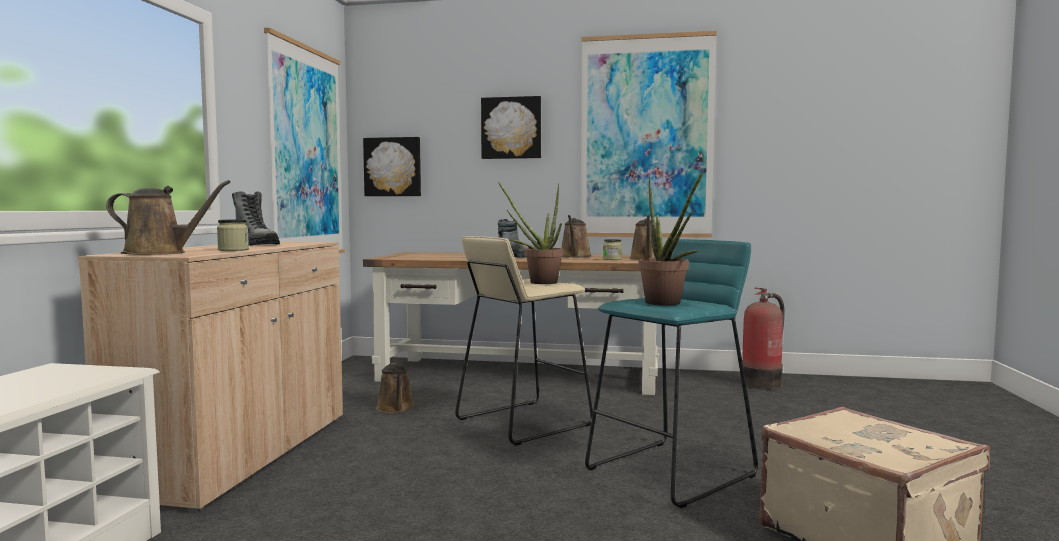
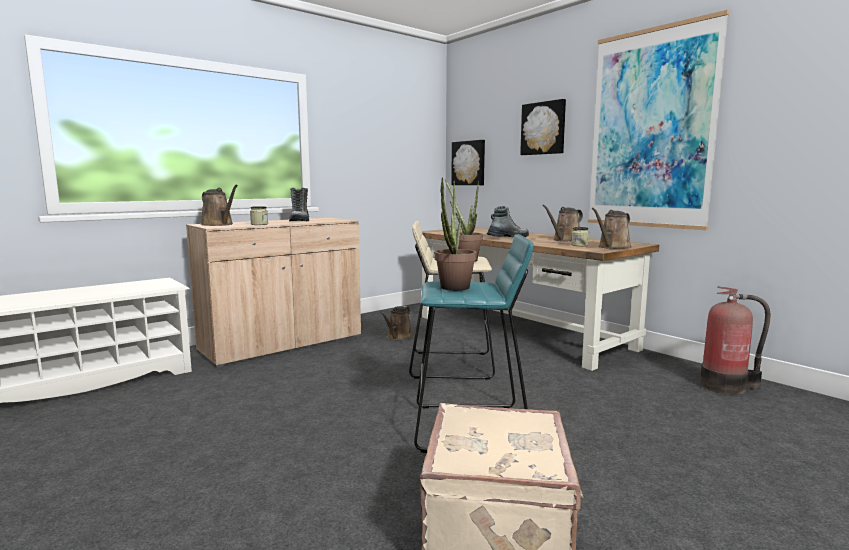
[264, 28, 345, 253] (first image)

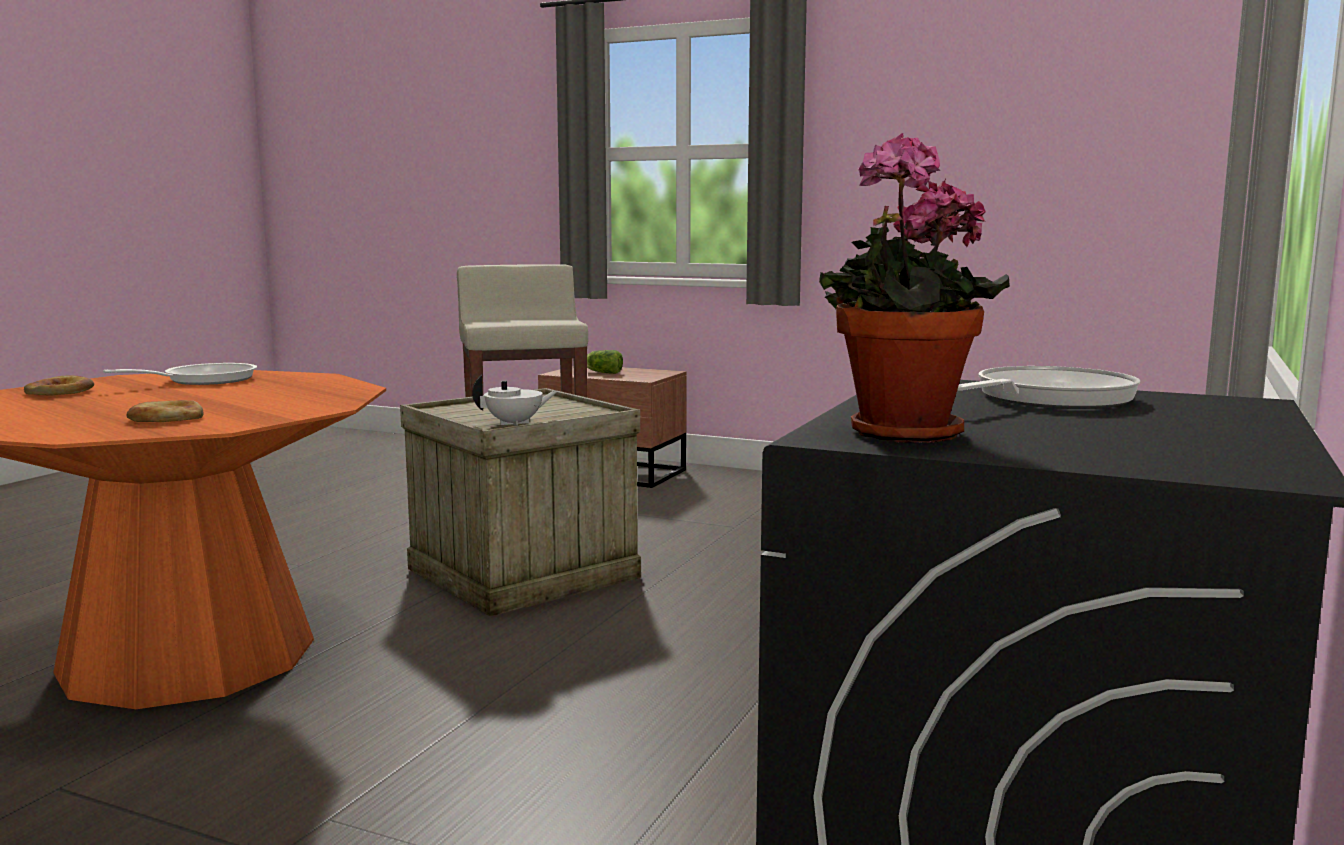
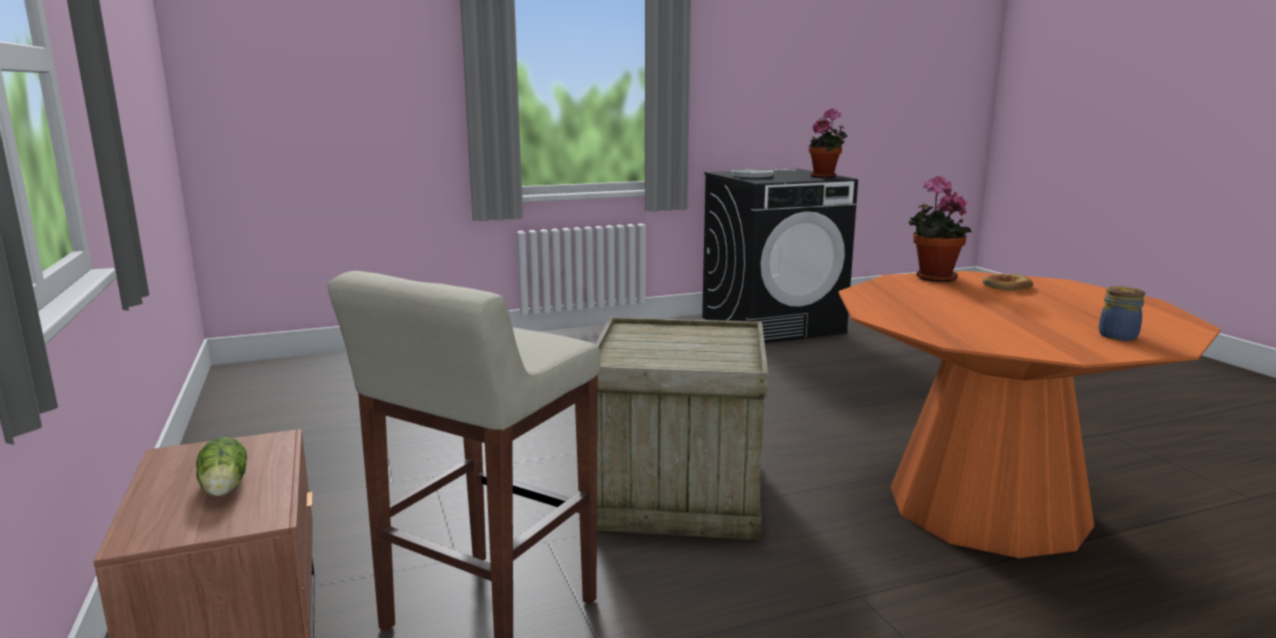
[909, 176, 972, 282]
[1099, 286, 1145, 341]
[103, 363, 257, 385] (first image)
[472, 375, 558, 426] (first image)

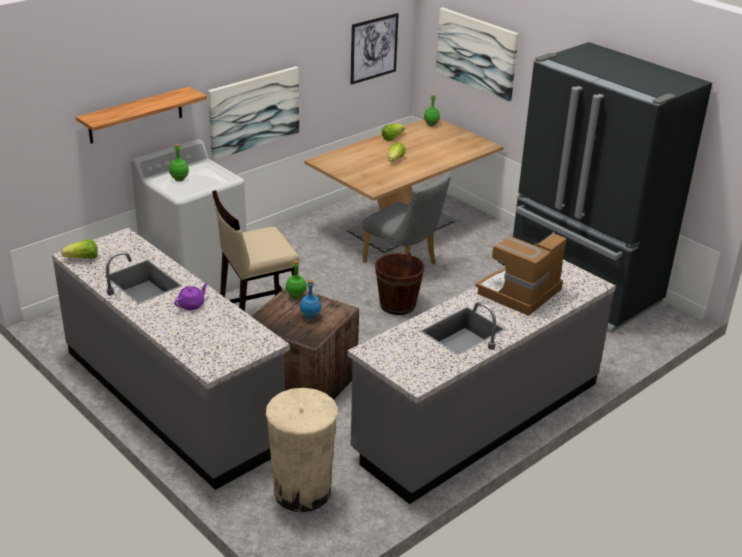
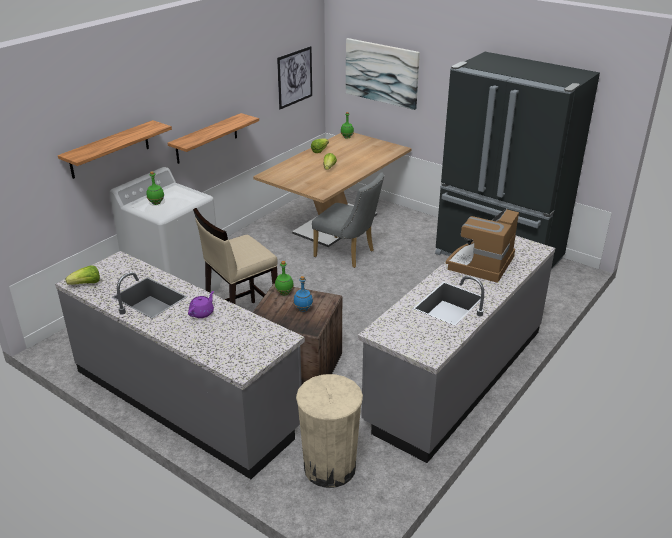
[167, 113, 259, 164]
[375, 252, 425, 315] (first image)

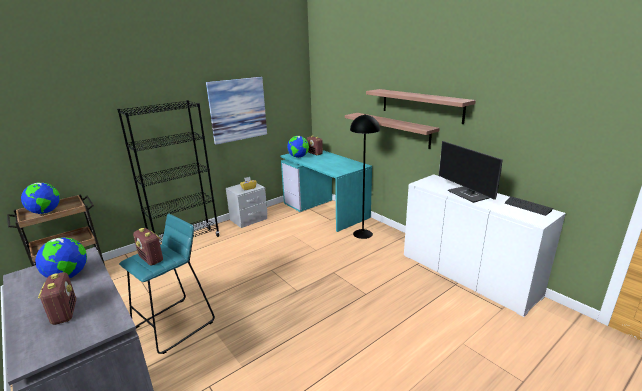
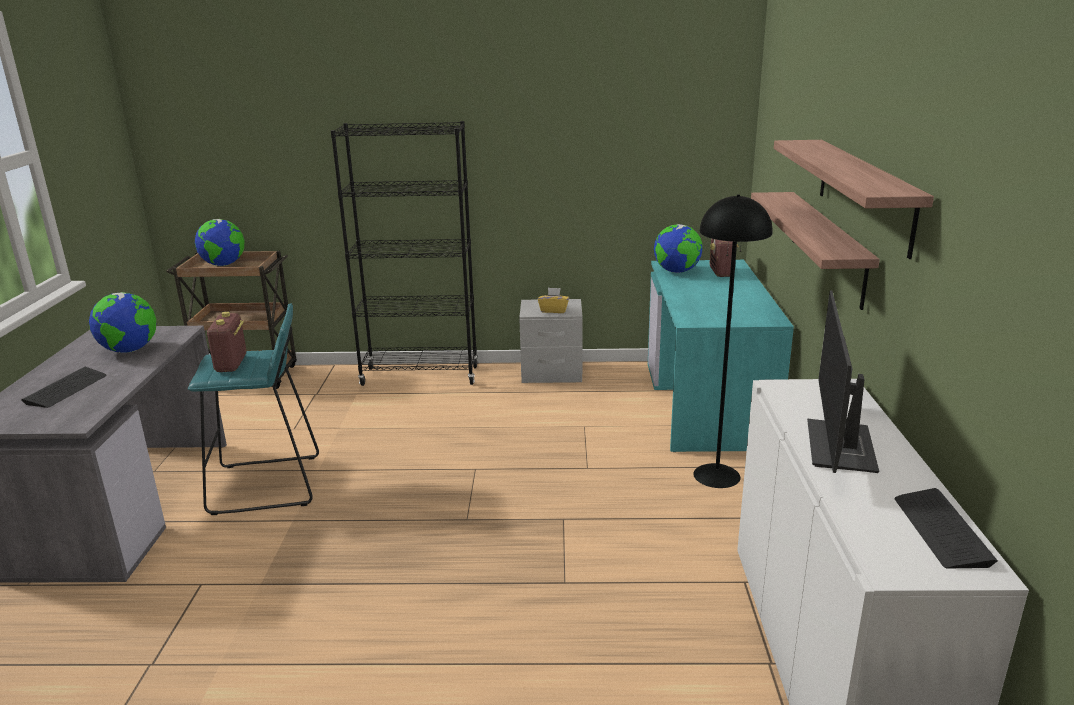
[21, 367, 107, 408]
[206, 77, 267, 145] (first image)

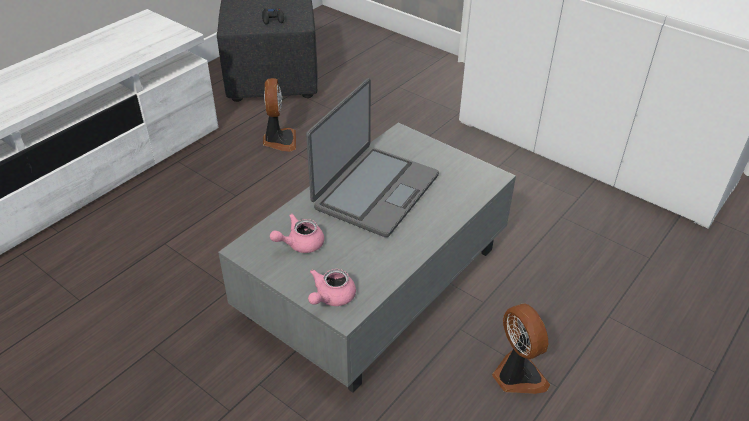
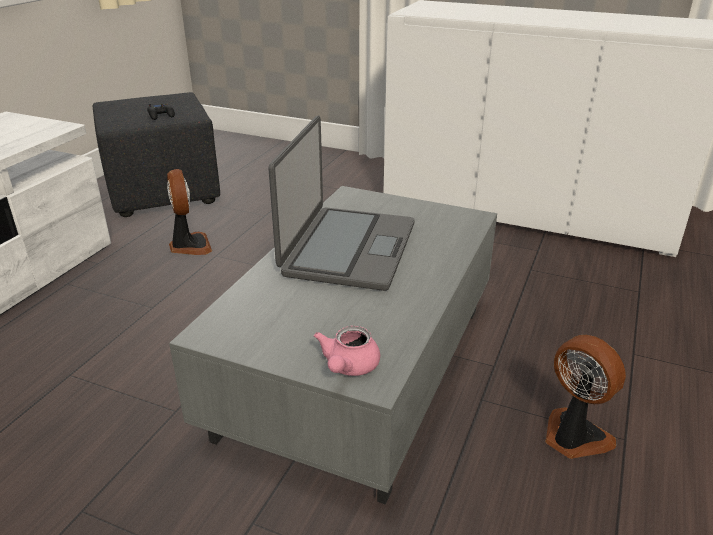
[270, 214, 324, 253] (first image)

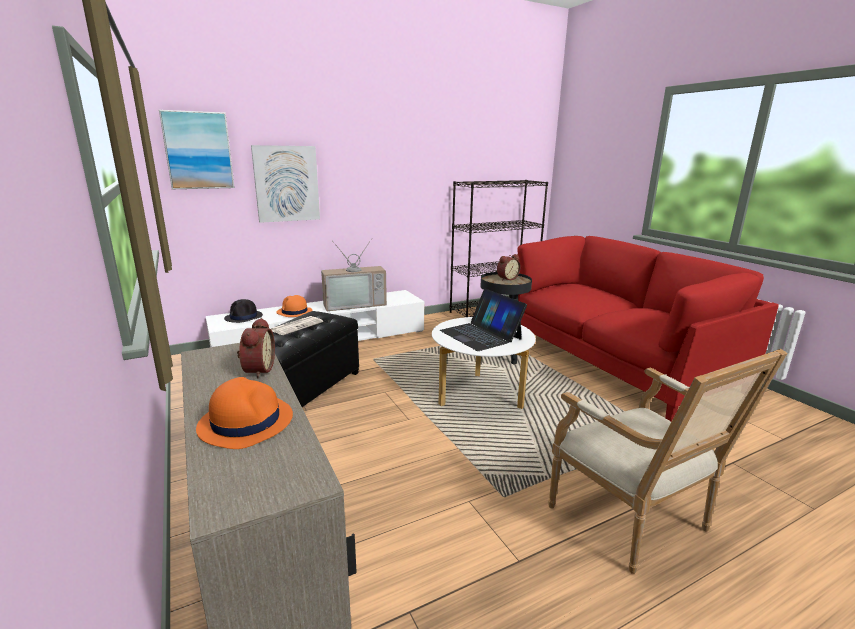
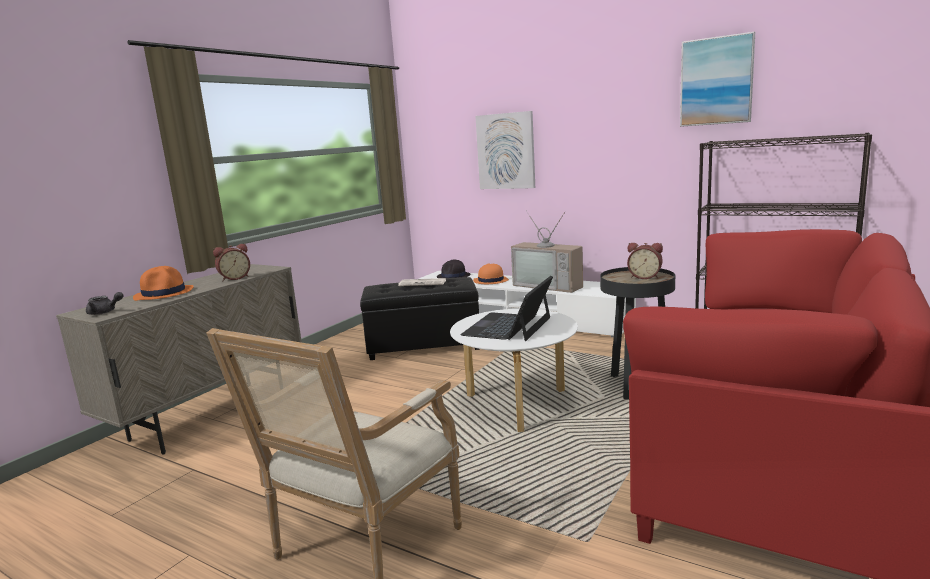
[86, 292, 123, 315]
[680, 32, 755, 127]

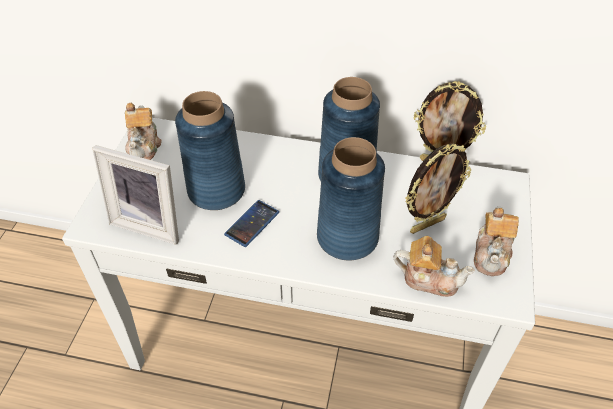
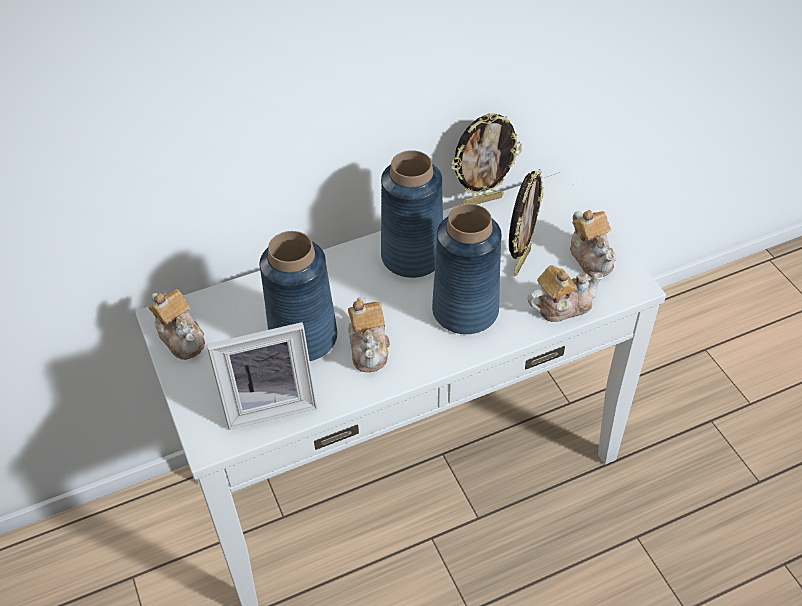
[348, 297, 390, 372]

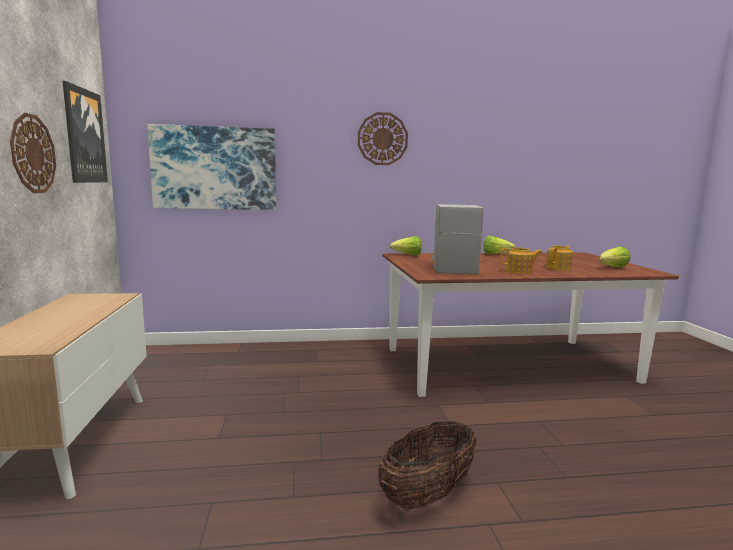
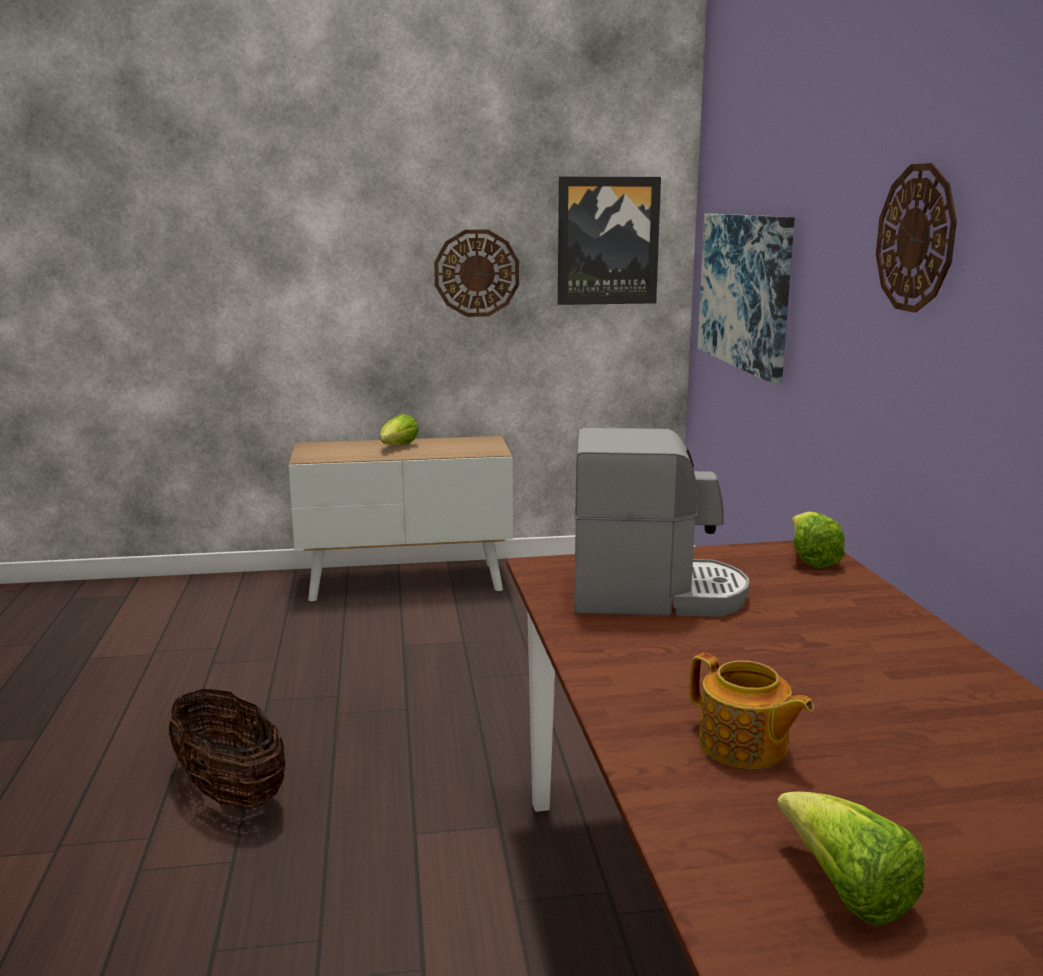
[380, 414, 419, 445]
[500, 248, 542, 274] (first image)

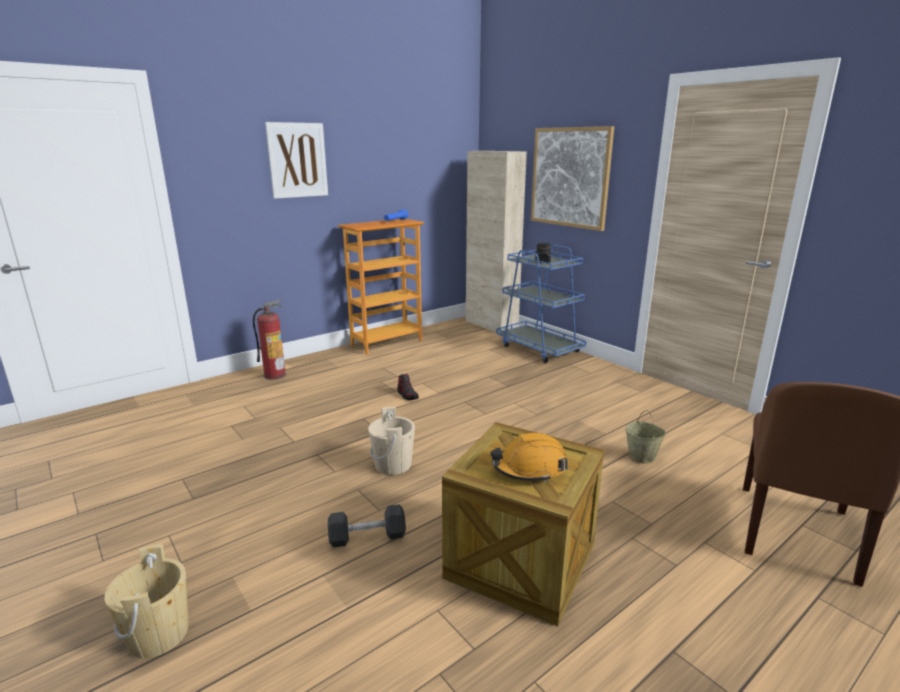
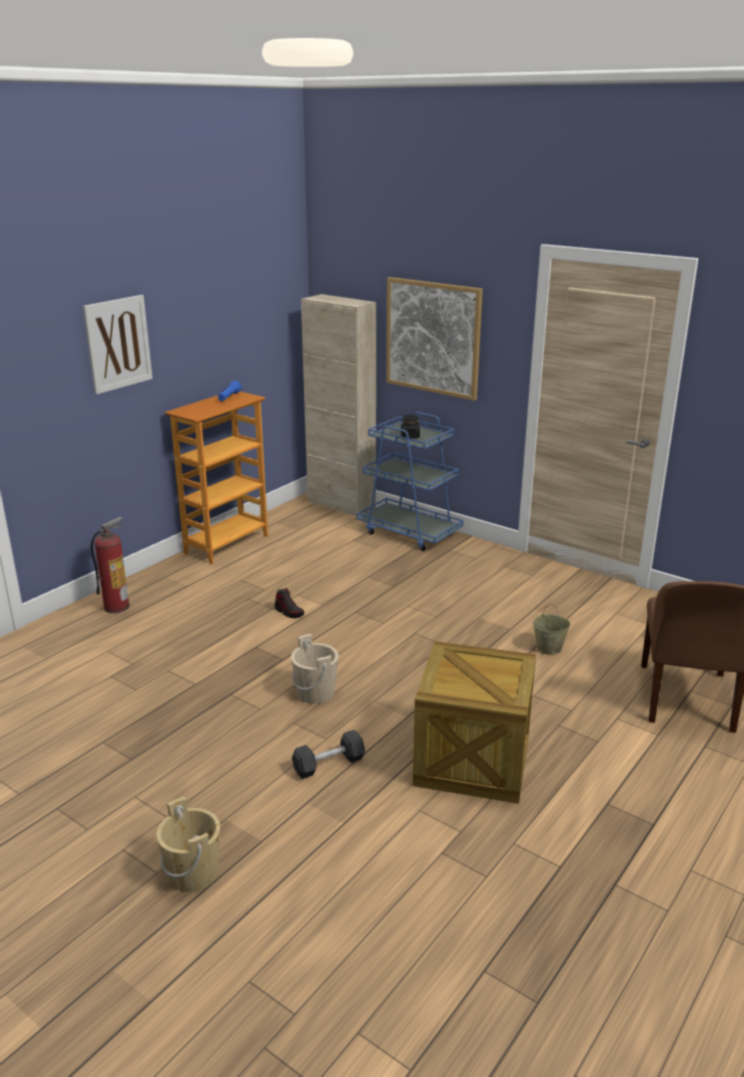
[490, 433, 568, 483] (first image)

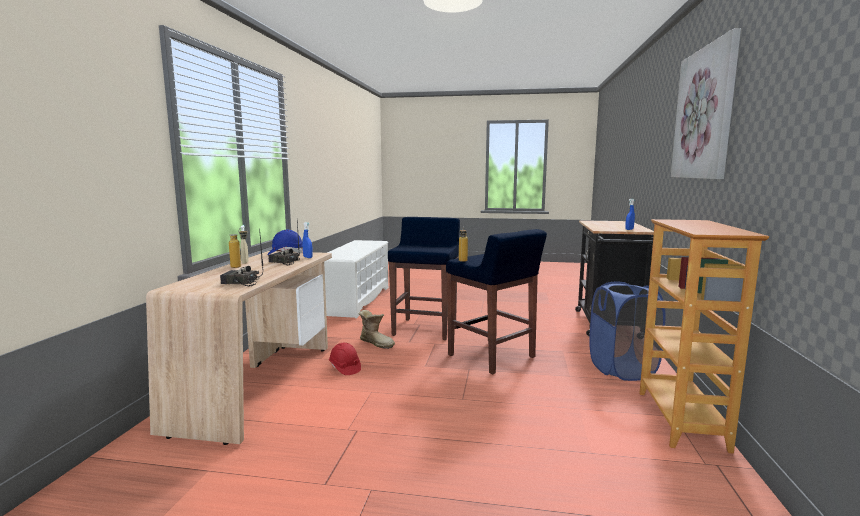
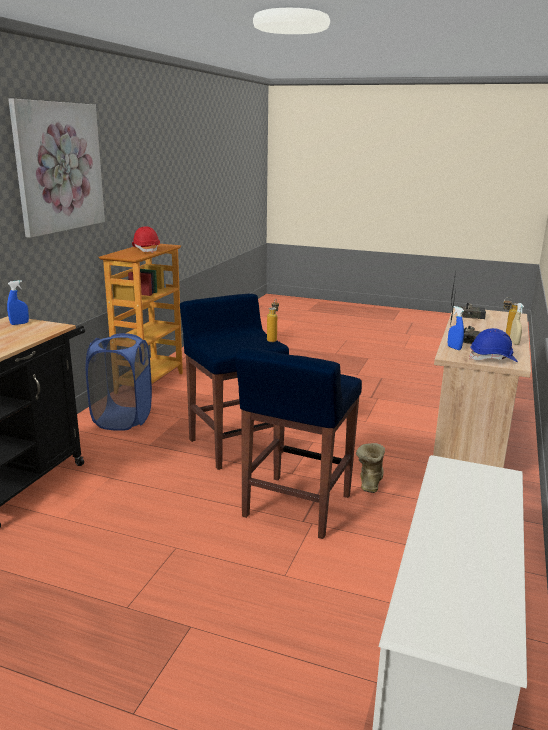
[132, 226, 160, 253]
[356, 443, 385, 493]

